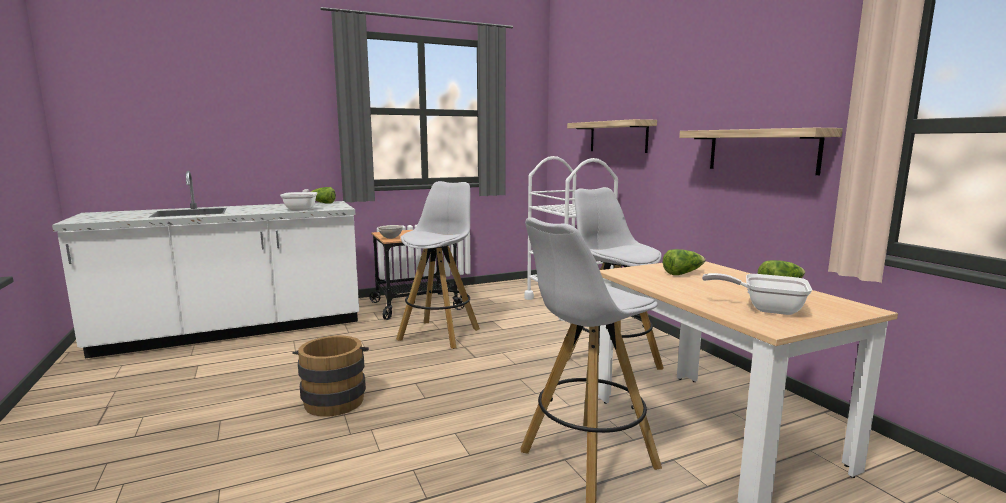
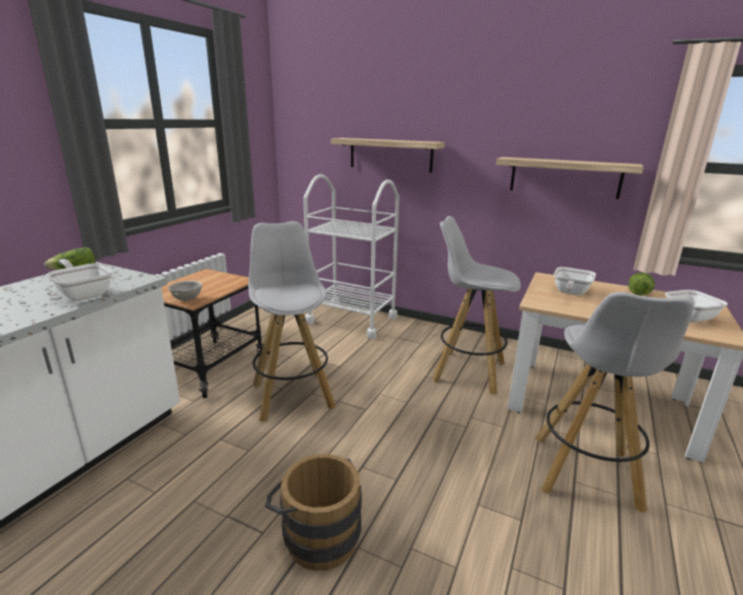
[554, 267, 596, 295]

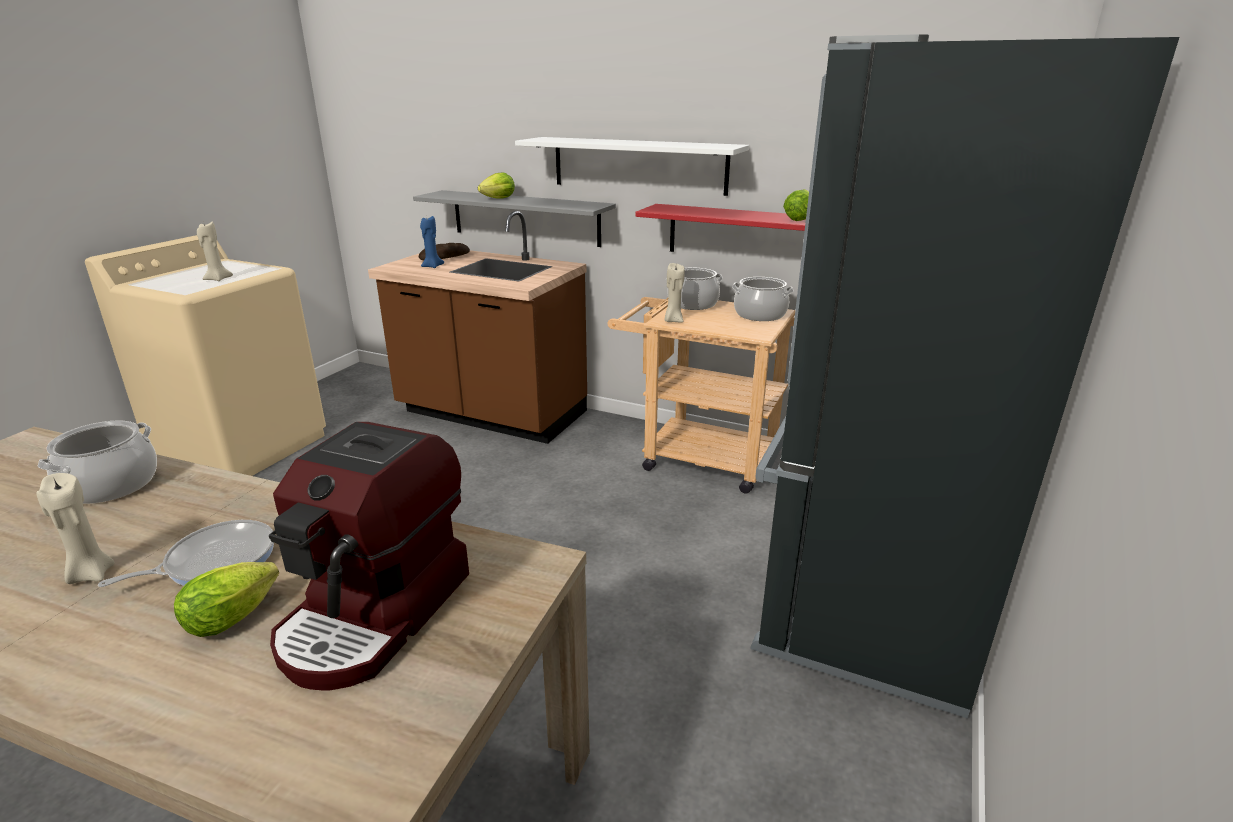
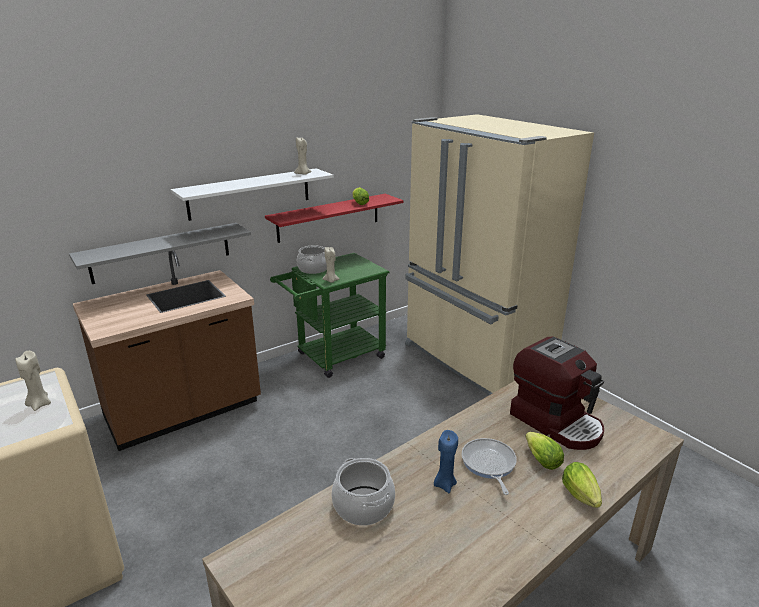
[270, 253, 389, 378]
[294, 138, 312, 175]
[405, 114, 594, 396]
[434, 430, 458, 493]
[562, 462, 602, 508]
[419, 243, 470, 260] (first image)
[732, 277, 794, 321] (first image)

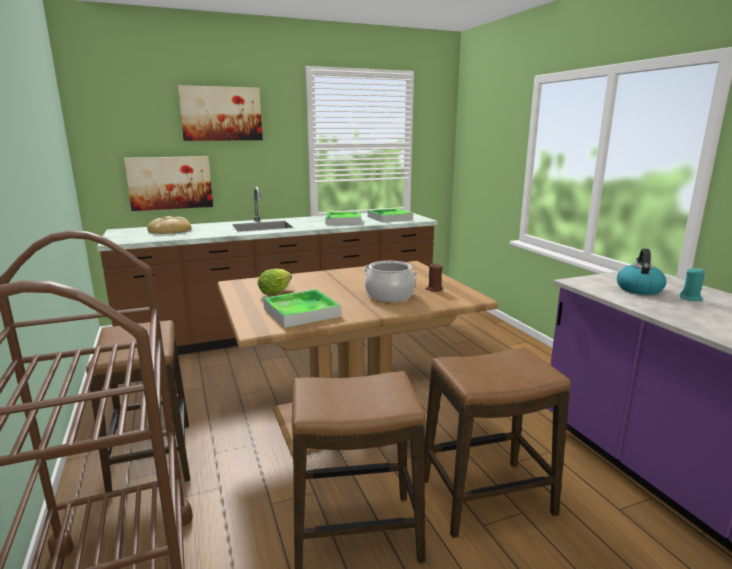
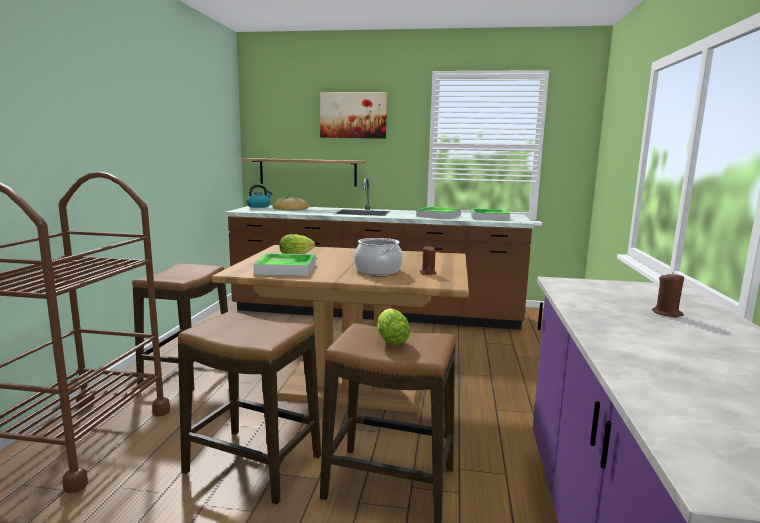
[241, 158, 366, 187]
[247, 185, 272, 208]
[377, 308, 410, 345]
[652, 272, 684, 318]

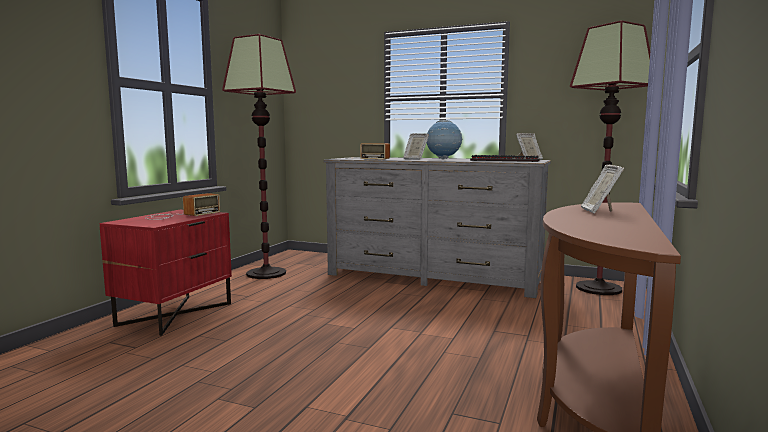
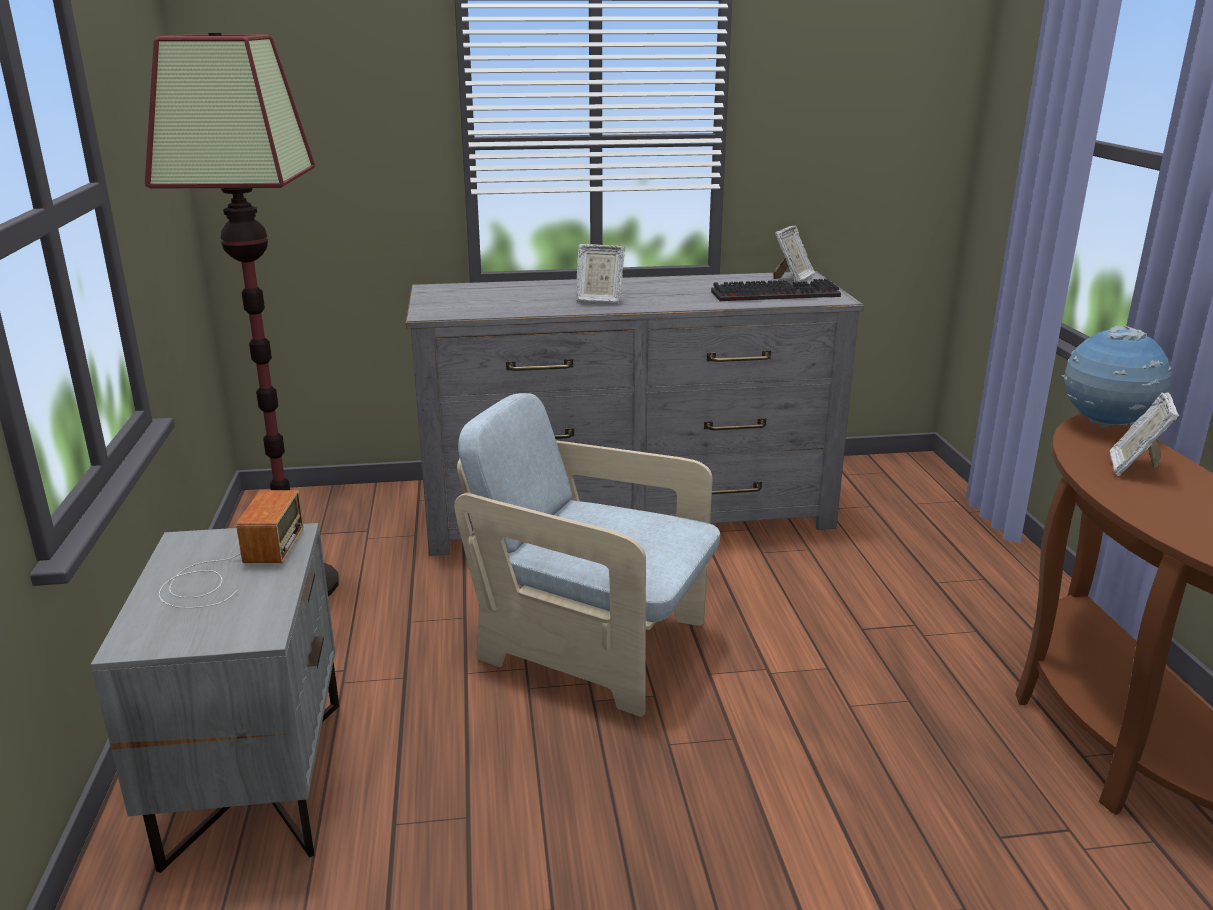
[91, 523, 339, 873]
[454, 393, 720, 717]
[1061, 325, 1172, 428]
[1110, 392, 1179, 476]
[345, 143, 390, 160] (first image)
[570, 20, 650, 295] (first image)

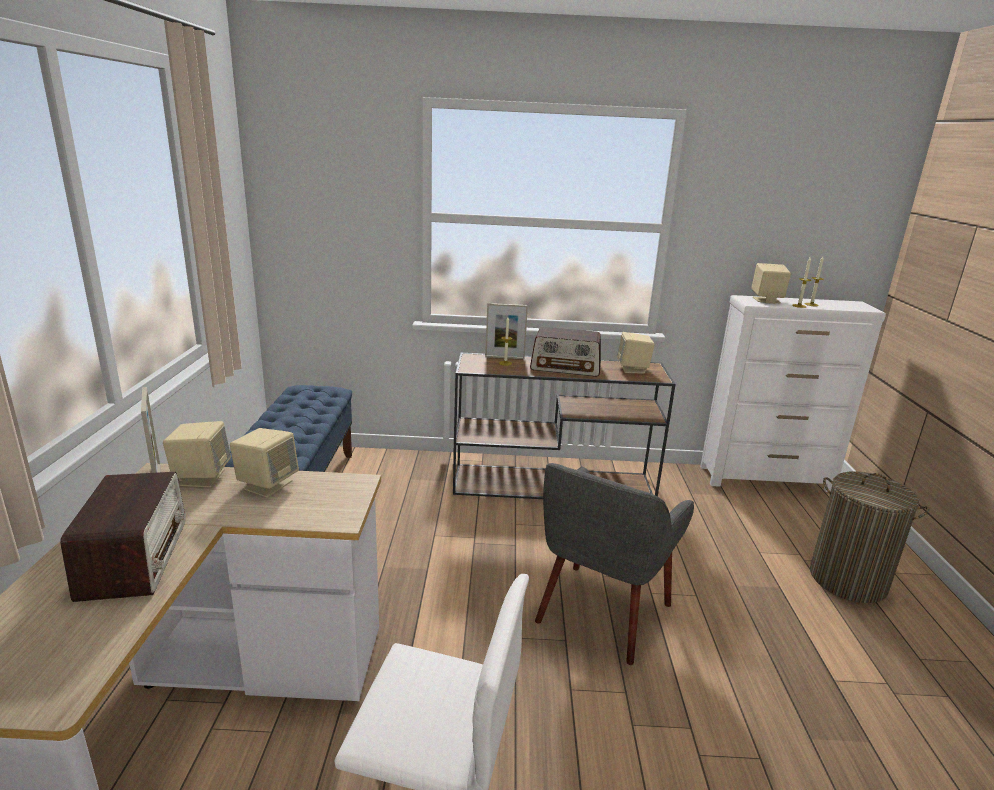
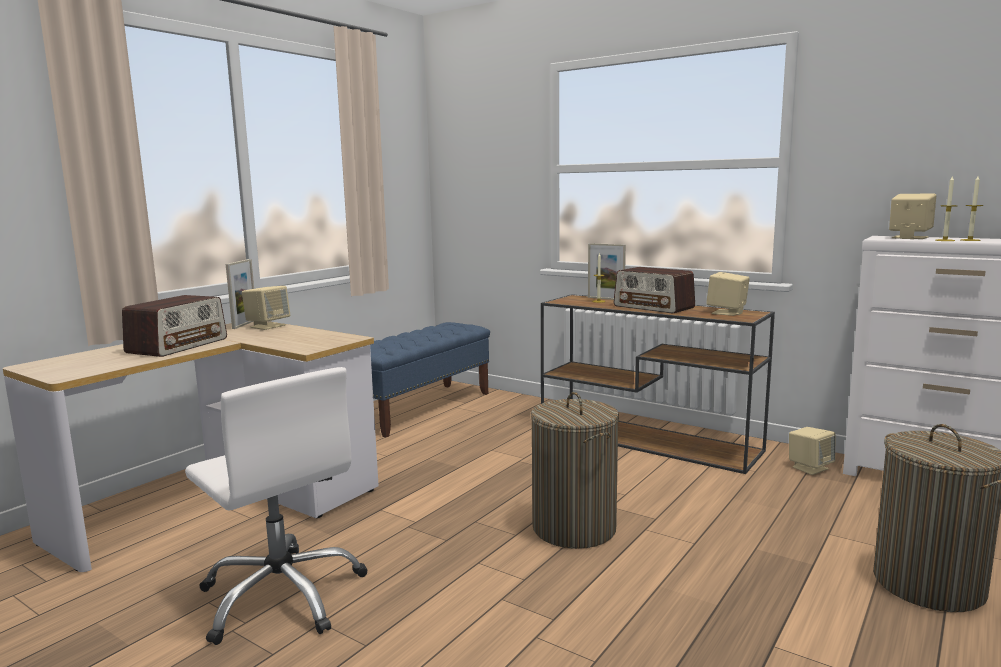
[531, 392, 619, 549]
[789, 427, 835, 475]

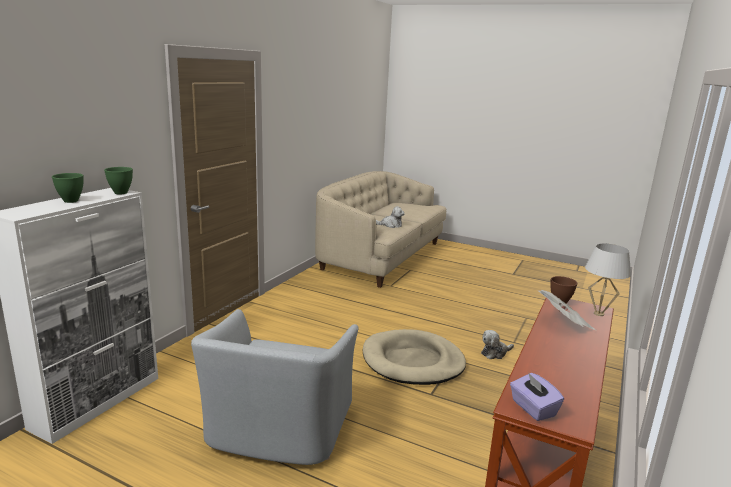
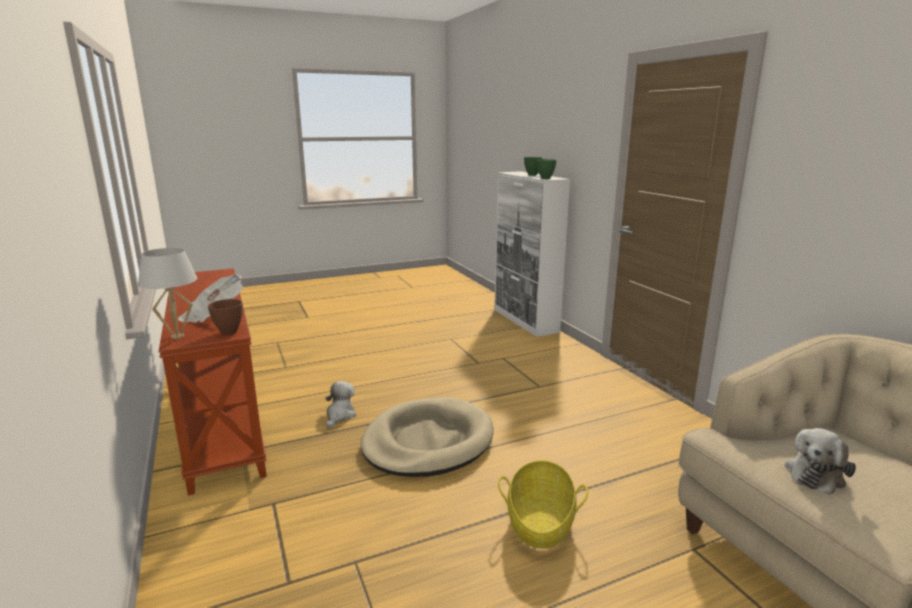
[326, 381, 356, 428]
[498, 460, 588, 549]
[191, 309, 359, 465] (first image)
[510, 372, 564, 421] (first image)

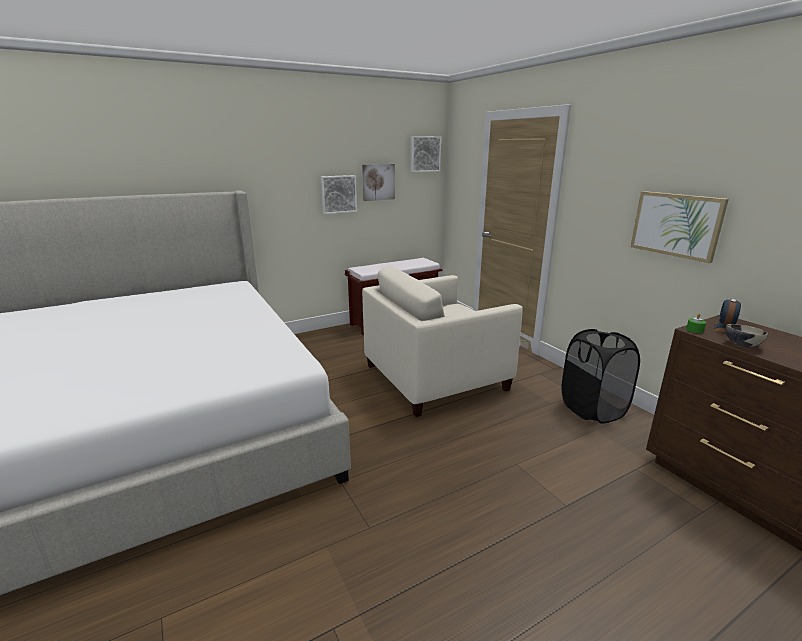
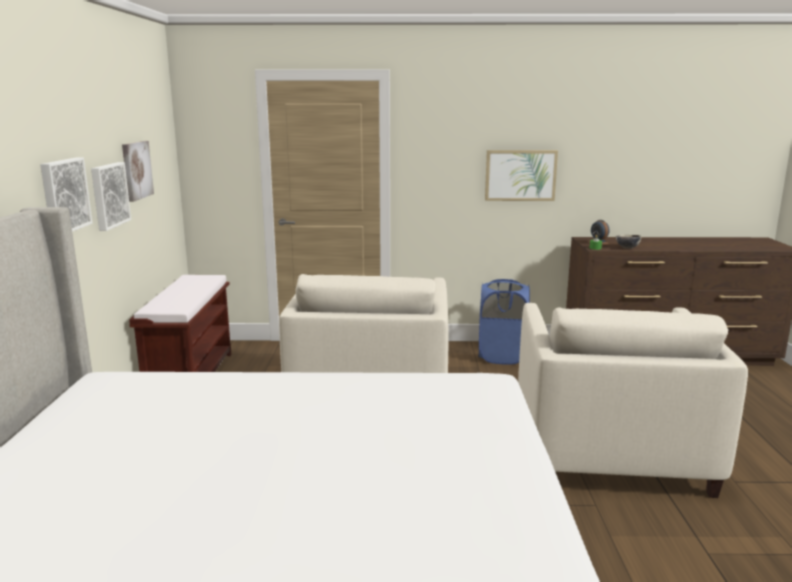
[40, 158, 92, 232]
[479, 279, 530, 365]
[518, 303, 748, 498]

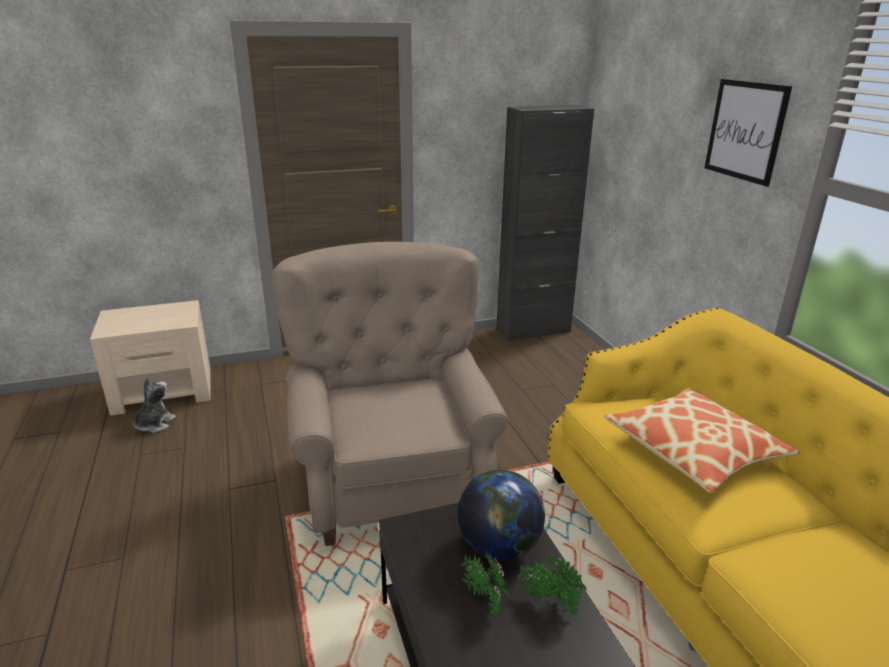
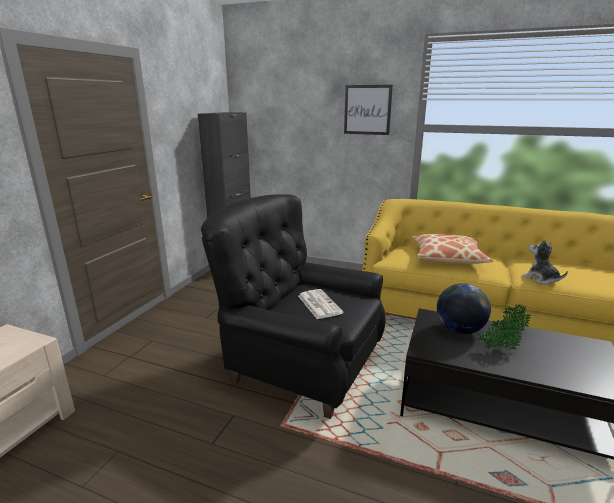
[201, 194, 386, 419]
[298, 289, 343, 319]
[522, 240, 568, 285]

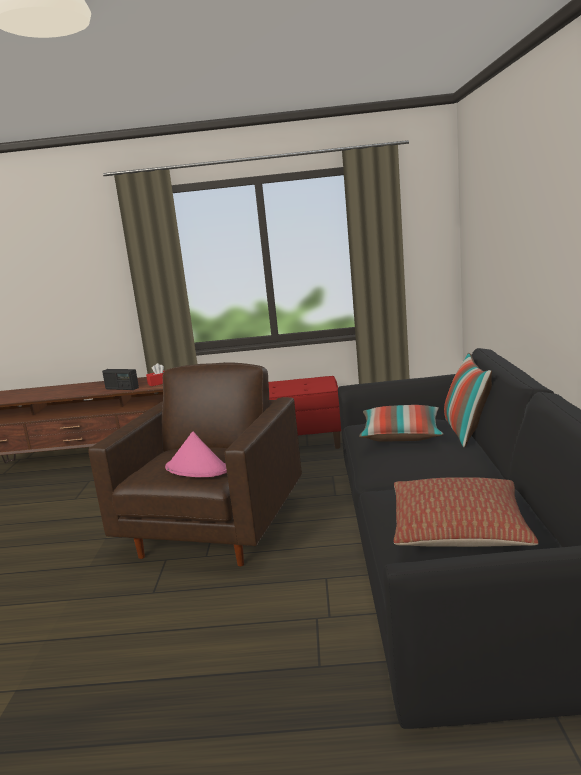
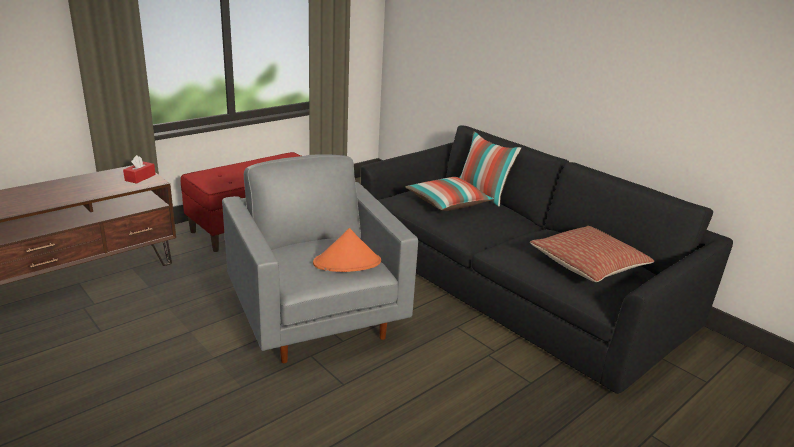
[222, 154, 418, 363]
[313, 228, 381, 272]
[102, 369, 139, 390] (first image)

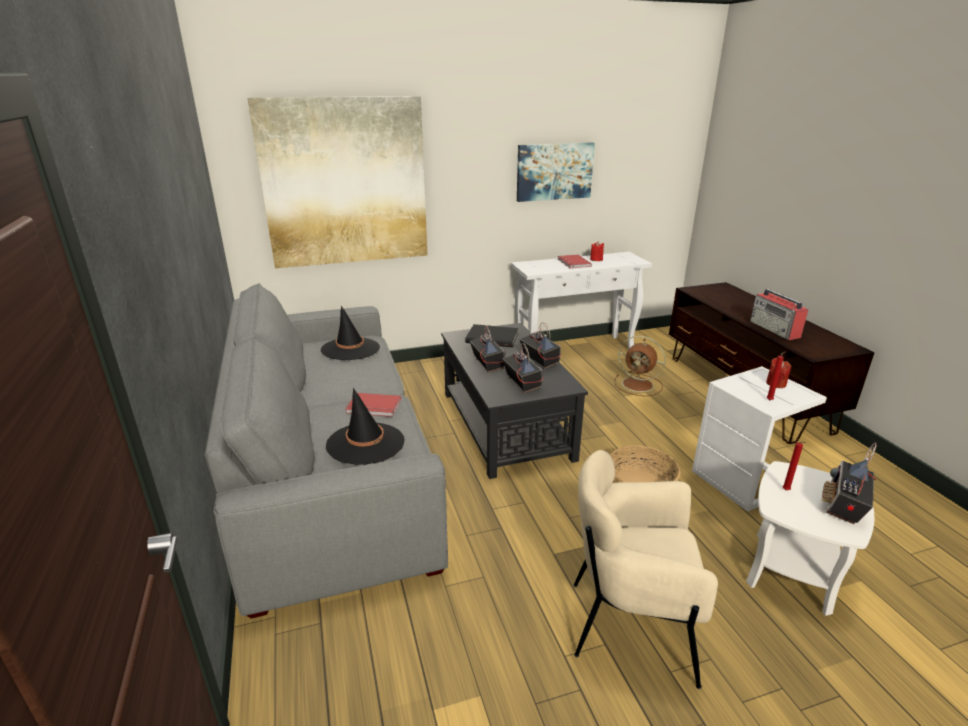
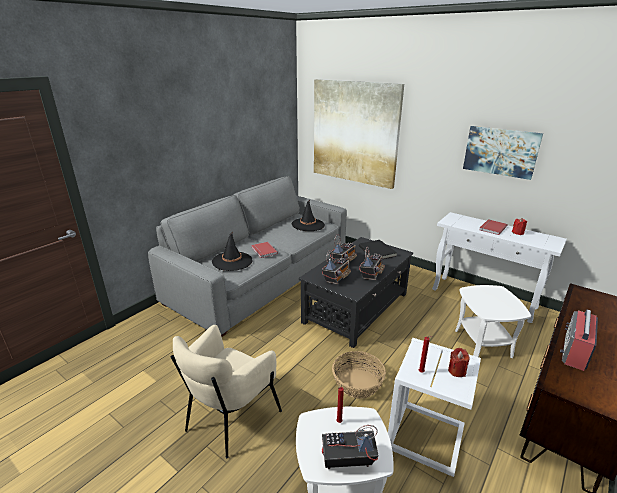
[171, 325, 282, 459]
[455, 285, 531, 358]

